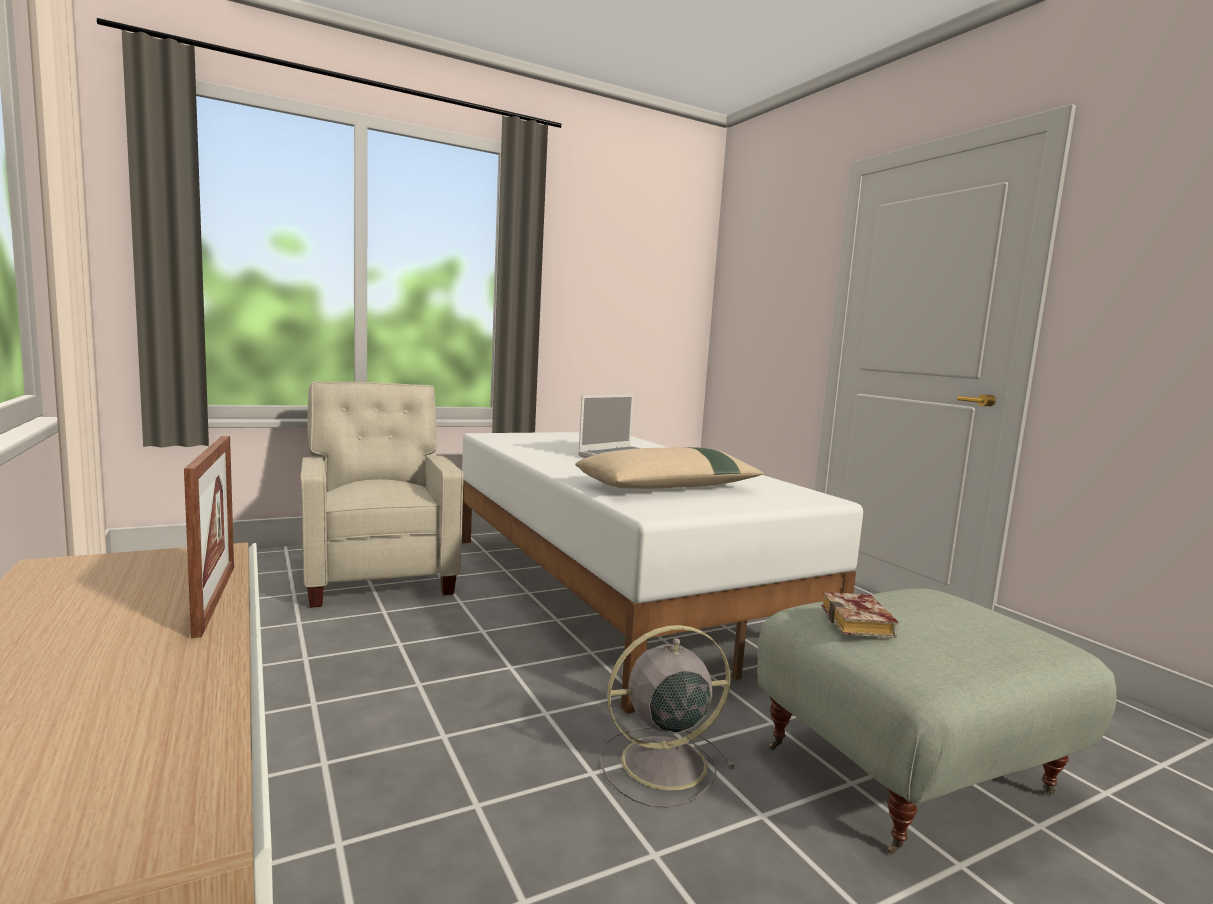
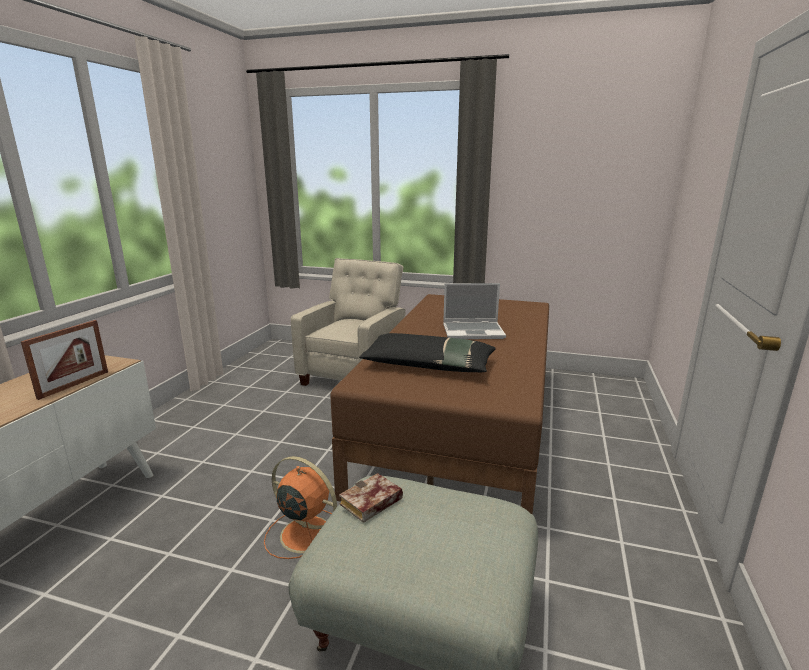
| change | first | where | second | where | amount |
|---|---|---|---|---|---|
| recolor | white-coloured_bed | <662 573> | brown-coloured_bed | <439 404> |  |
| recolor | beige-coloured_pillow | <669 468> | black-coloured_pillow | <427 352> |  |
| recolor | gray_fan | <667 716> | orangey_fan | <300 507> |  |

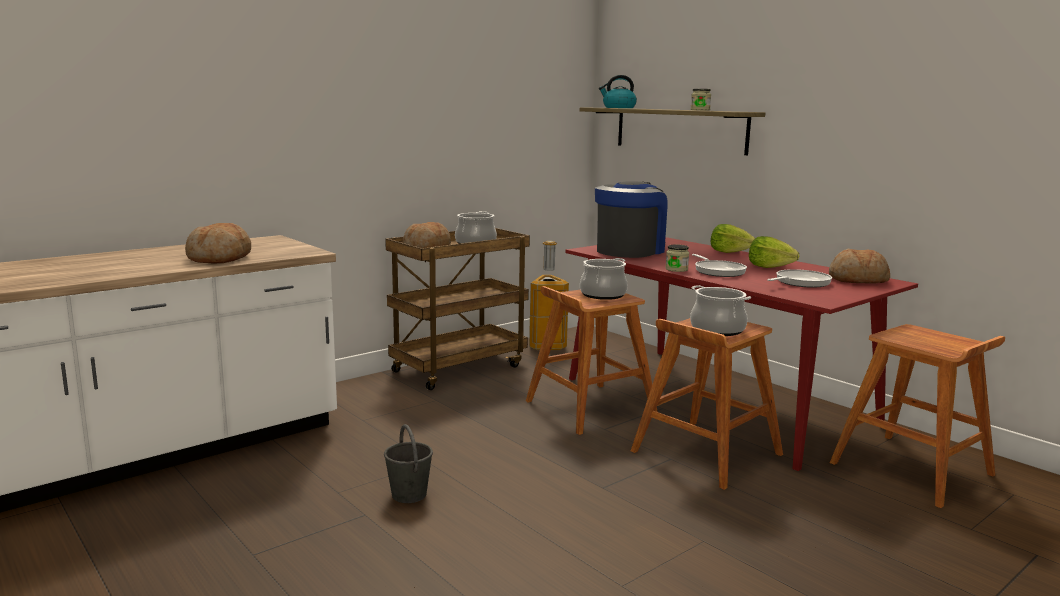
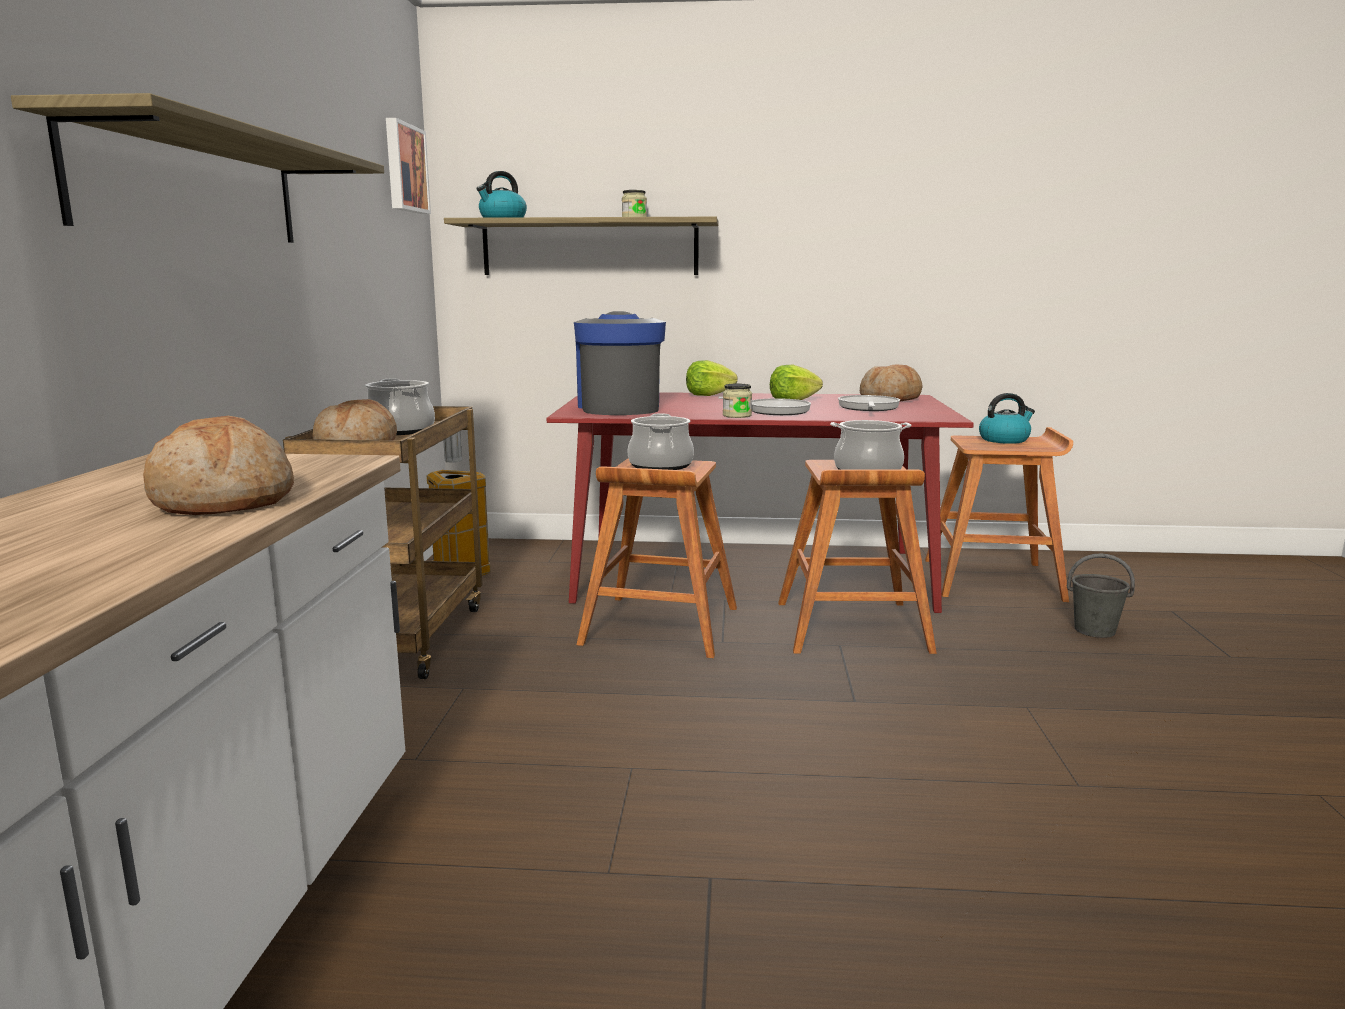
| change | first | where | second | where | amount |
|---|---|---|---|---|---|
| insert |  |  | wall_shelf | <197 168> |  |
| insert |  |  | wall_art | <408 166> |  |
| insert |  |  | kettle | <1007 418> |  |
| move | gray_water_bucket | <408 463> |  | <1101 595> |  |

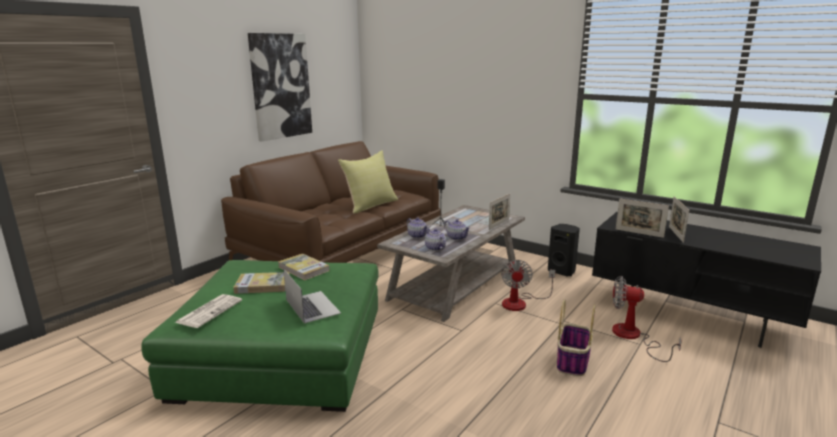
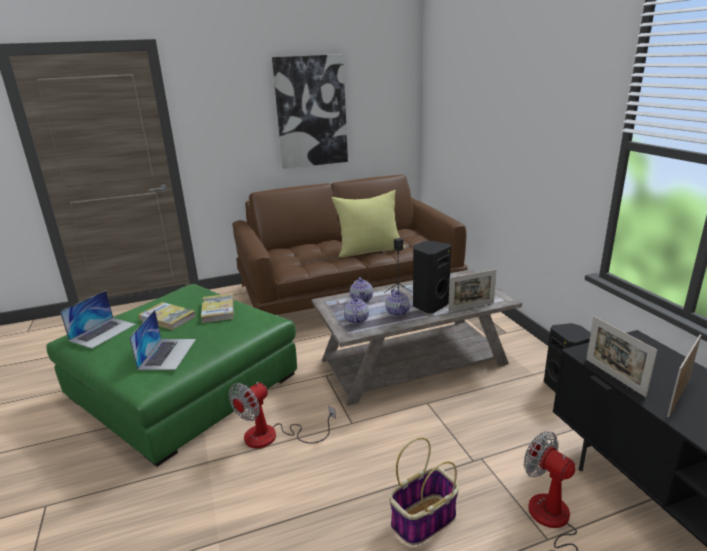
| change | first | where | second | where | amount |
|---|---|---|---|---|---|
| insert |  |  | black-coloured_audio_speaker | <432 277> |  |
| move | fan | <528 285> |  | <282 415> |  |
| replace | newspaper | <208 311> | notebook_computer | <98 319> |  |

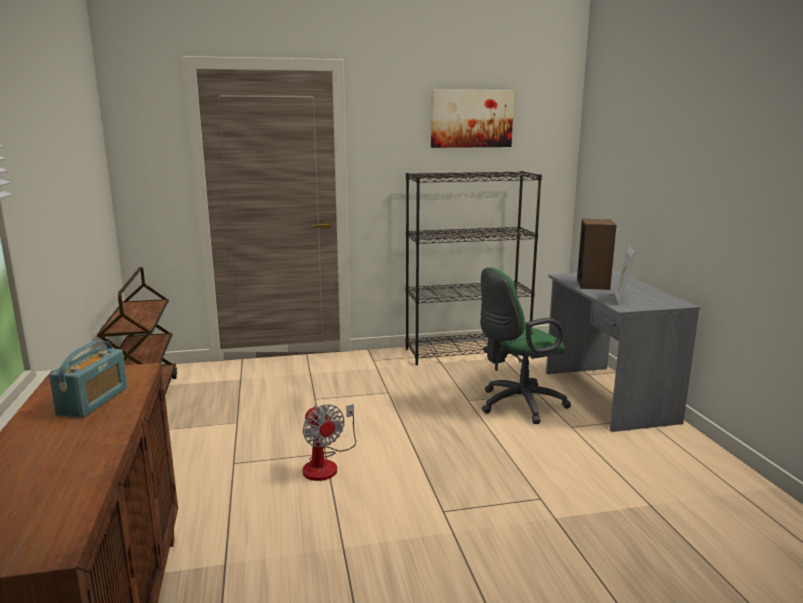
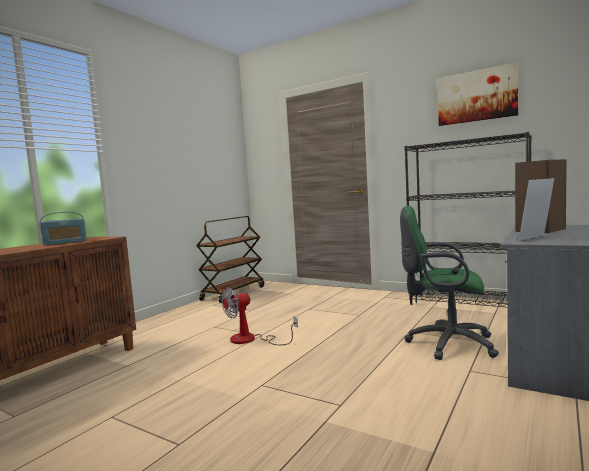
| change | first | where | second | where | amount |
|---|---|---|---|---|---|
| rotate | fan | <329 442> |  | <259 316> | 45 degrees clockwise |

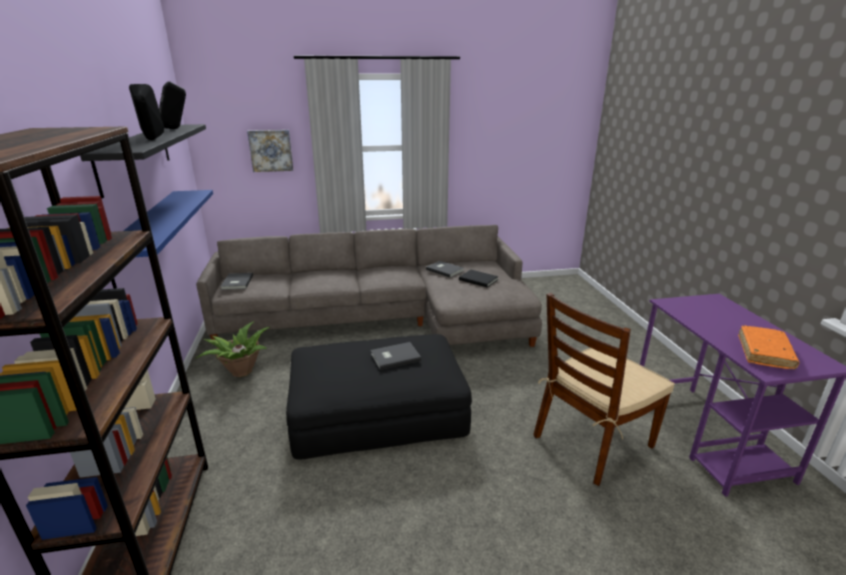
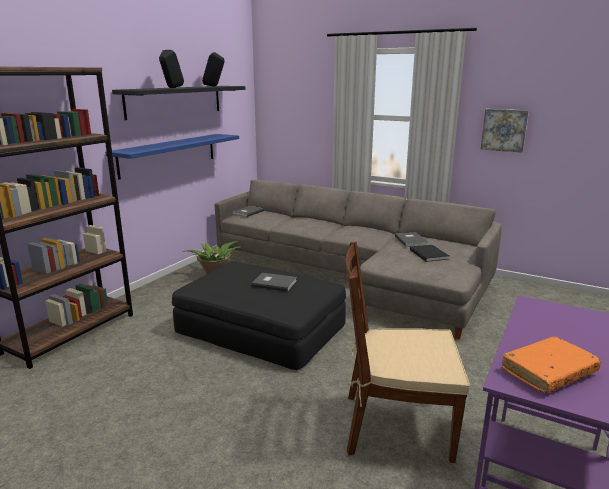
| change | first | where | second | where | amount |
|---|---|---|---|---|---|
| move | wall_art | <270 151> |  | <505 130> |  |

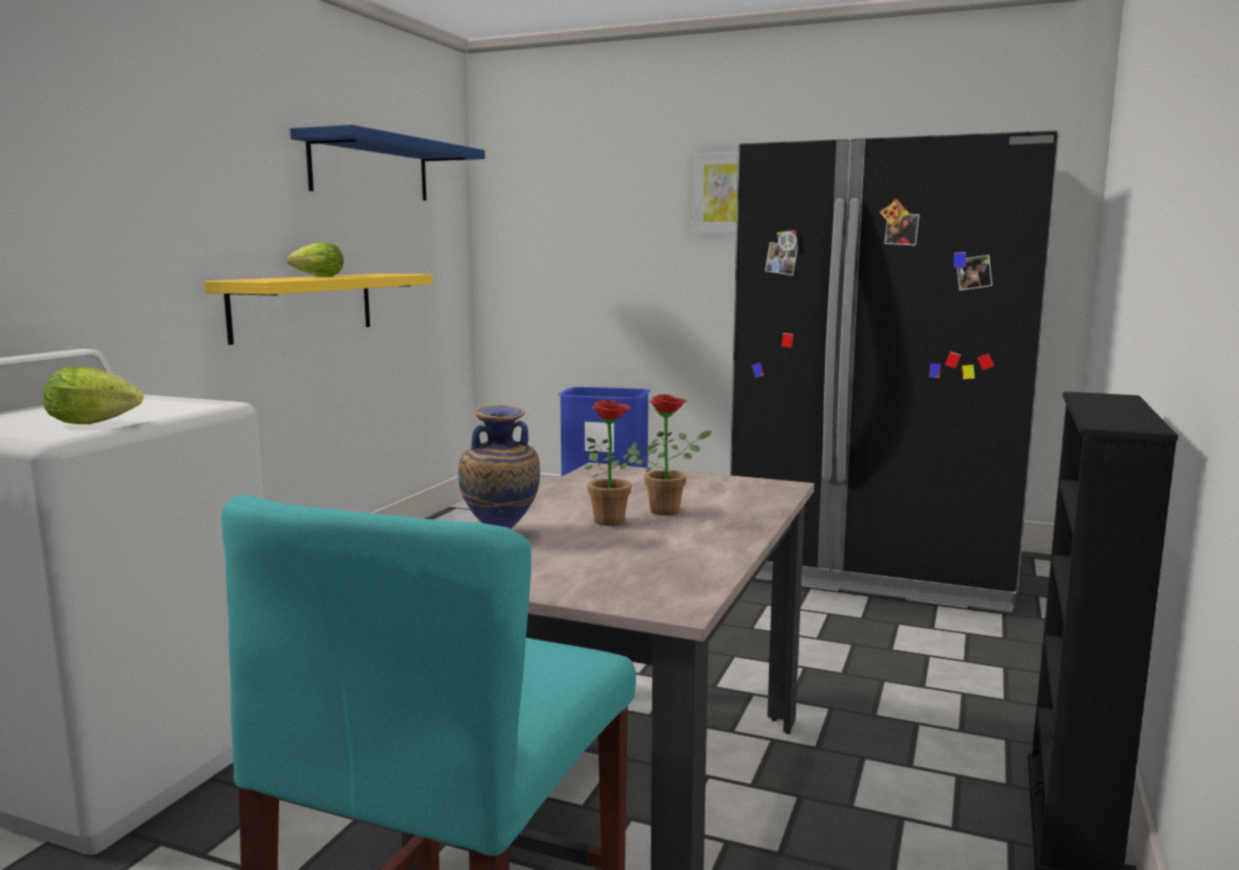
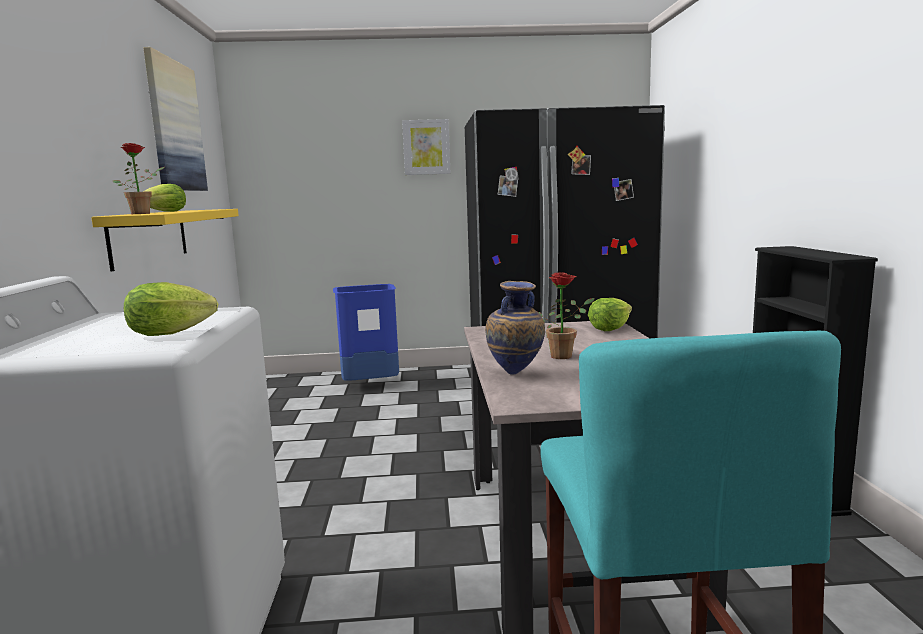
| change | first | where | second | where | amount |
|---|---|---|---|---|---|
| insert |  |  | head_of_lettuce | <610 314> |  |
| move | houseplant | <670 454> |  | <138 178> |  |
| replace | blue-coloured_wall_shelf | <387 163> | wall_art | <175 119> |  |

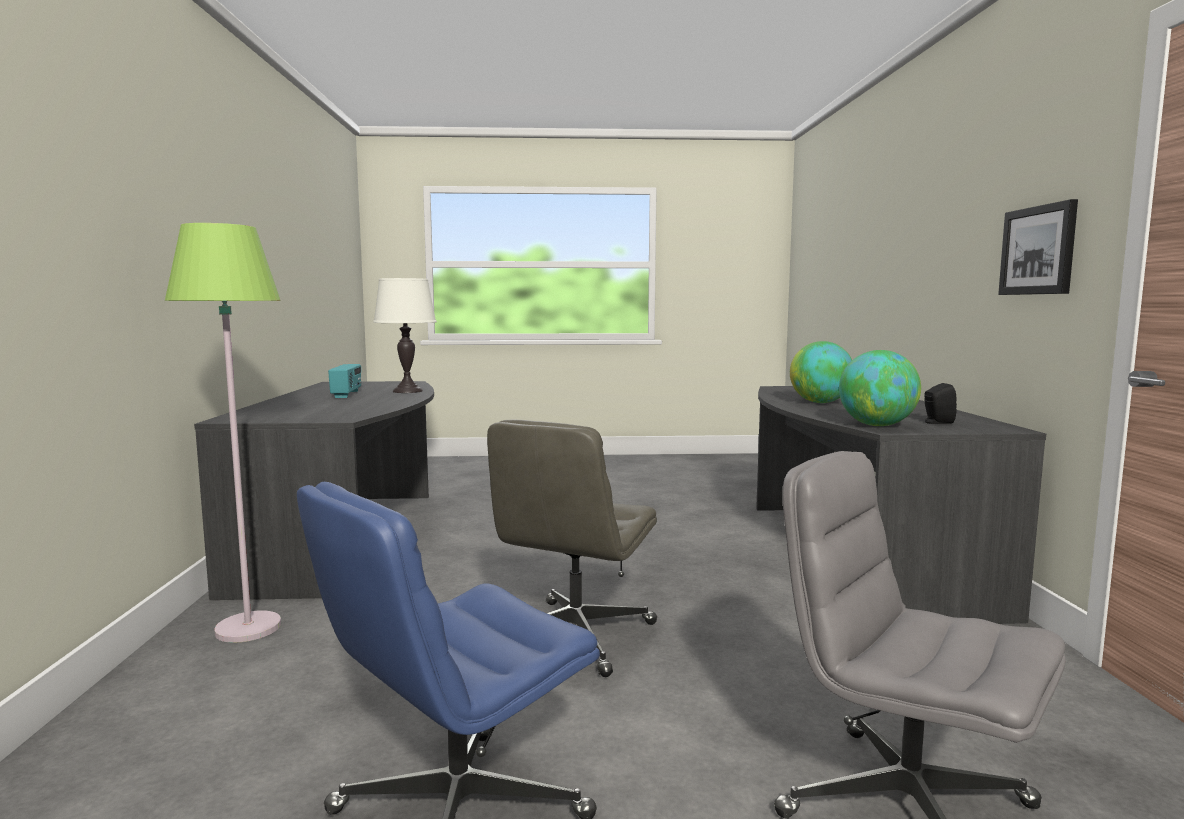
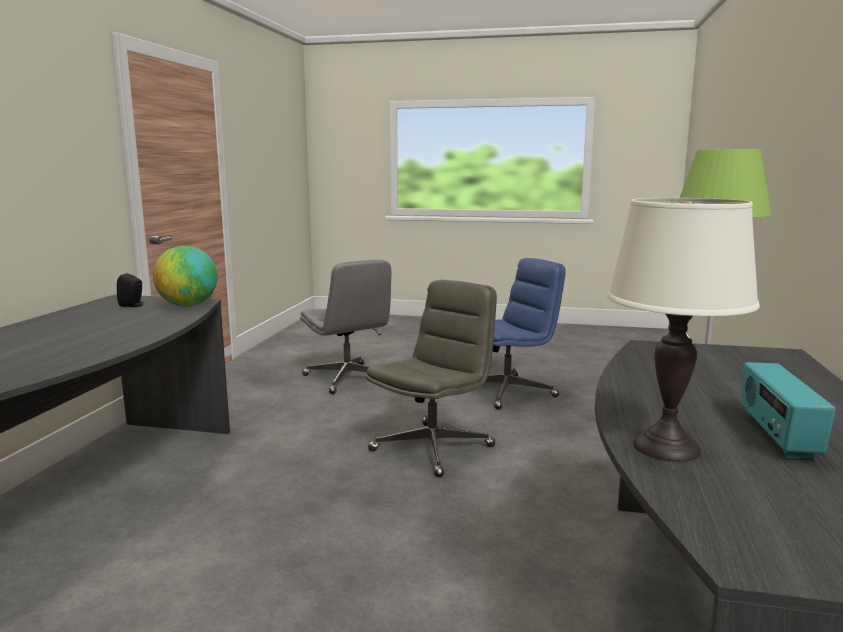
| change | first | where | second | where | amount |
|---|---|---|---|---|---|
| delete | globe | <821 372> |  |  |  |
| delete | wall_art | <1038 247> |  |  |  |

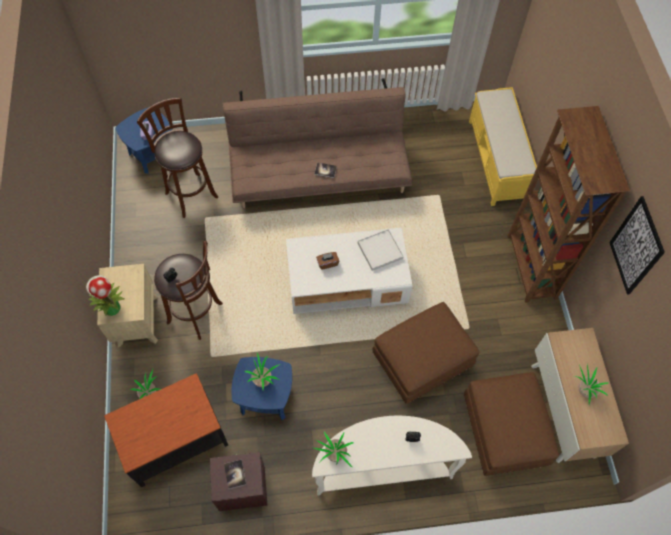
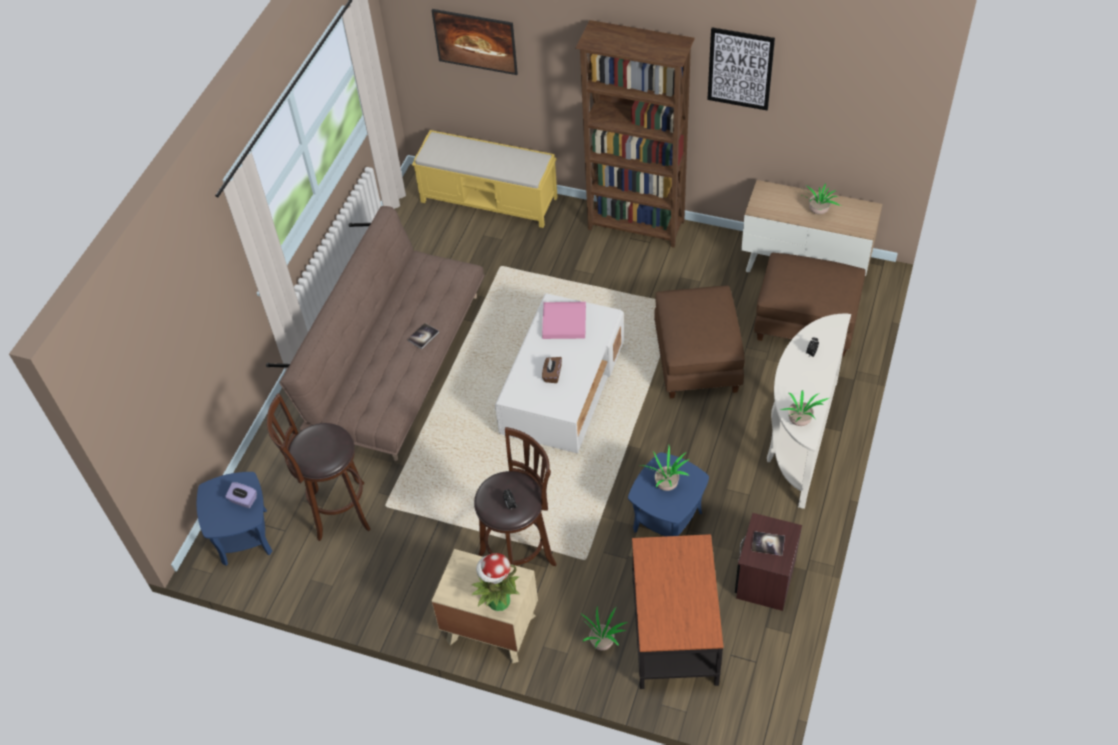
| change | first | where | second | where | amount |
|---|---|---|---|---|---|
| insert |  |  | wall_art | <474 42> |  |
| recolor | white-coloured_serving_tray | <381 250> | pink-coloured_serving_tray | <564 320> |  |

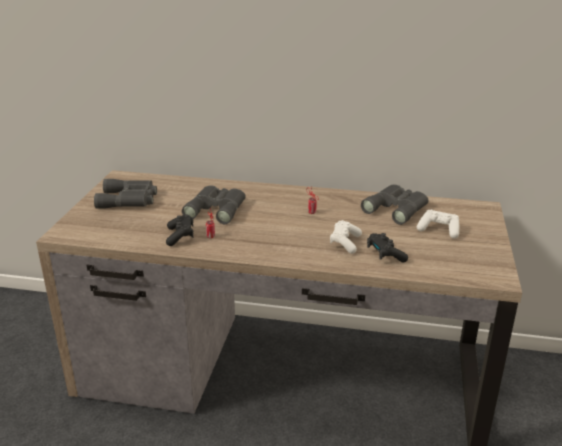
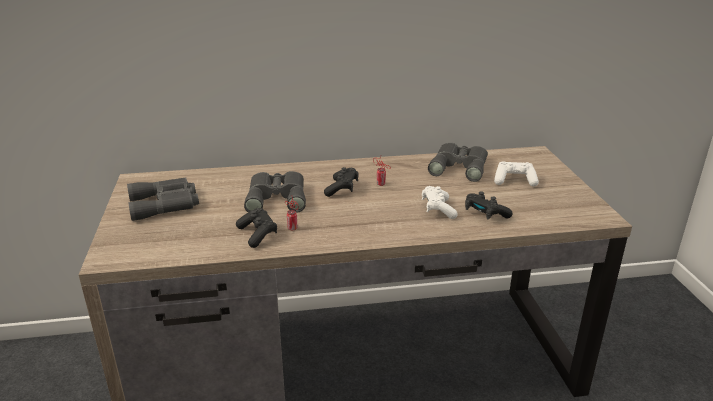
| change | first | where | second | where | amount |
|---|---|---|---|---|---|
| insert |  |  | black-coloured_gamepad | <341 182> |  |

